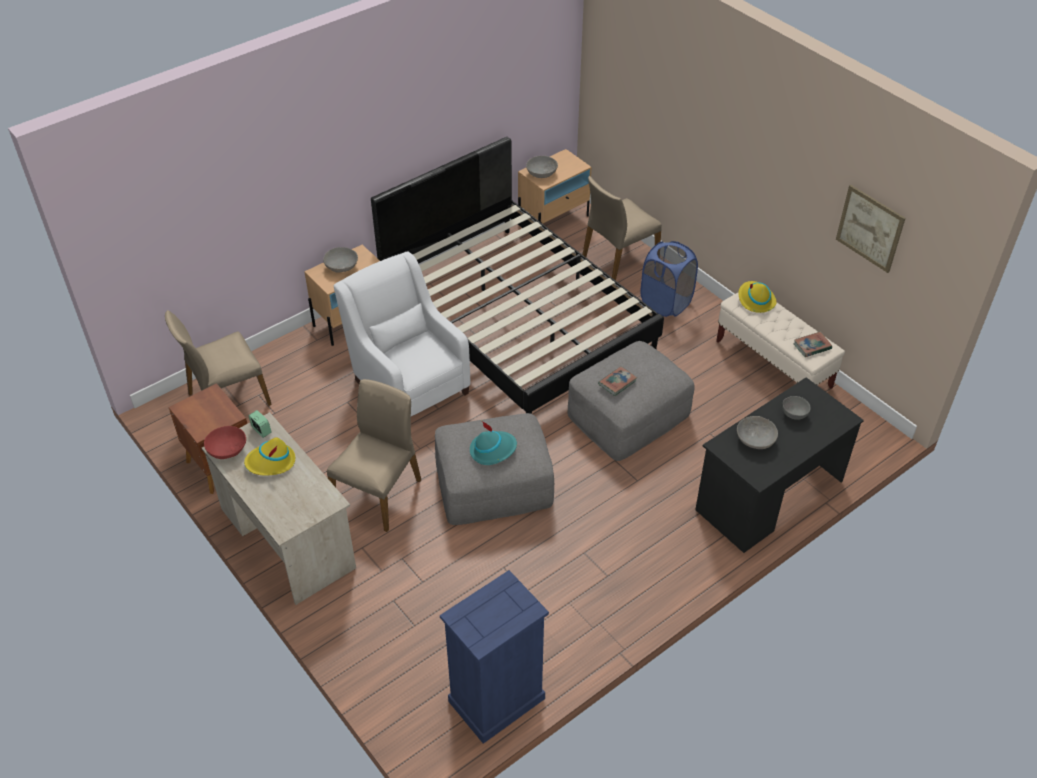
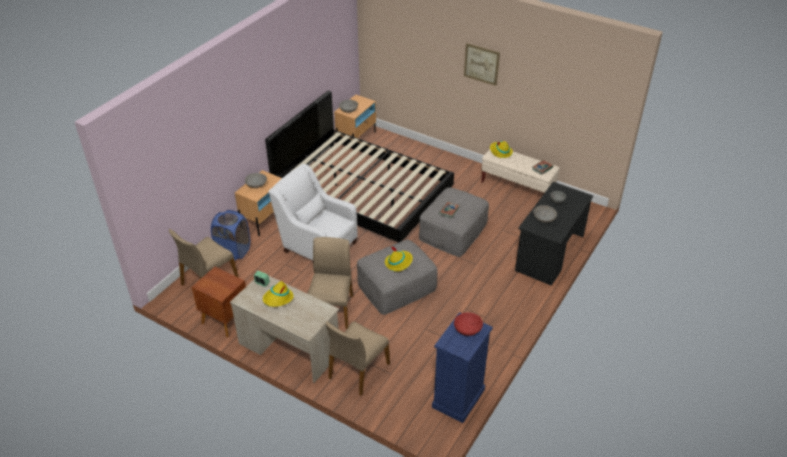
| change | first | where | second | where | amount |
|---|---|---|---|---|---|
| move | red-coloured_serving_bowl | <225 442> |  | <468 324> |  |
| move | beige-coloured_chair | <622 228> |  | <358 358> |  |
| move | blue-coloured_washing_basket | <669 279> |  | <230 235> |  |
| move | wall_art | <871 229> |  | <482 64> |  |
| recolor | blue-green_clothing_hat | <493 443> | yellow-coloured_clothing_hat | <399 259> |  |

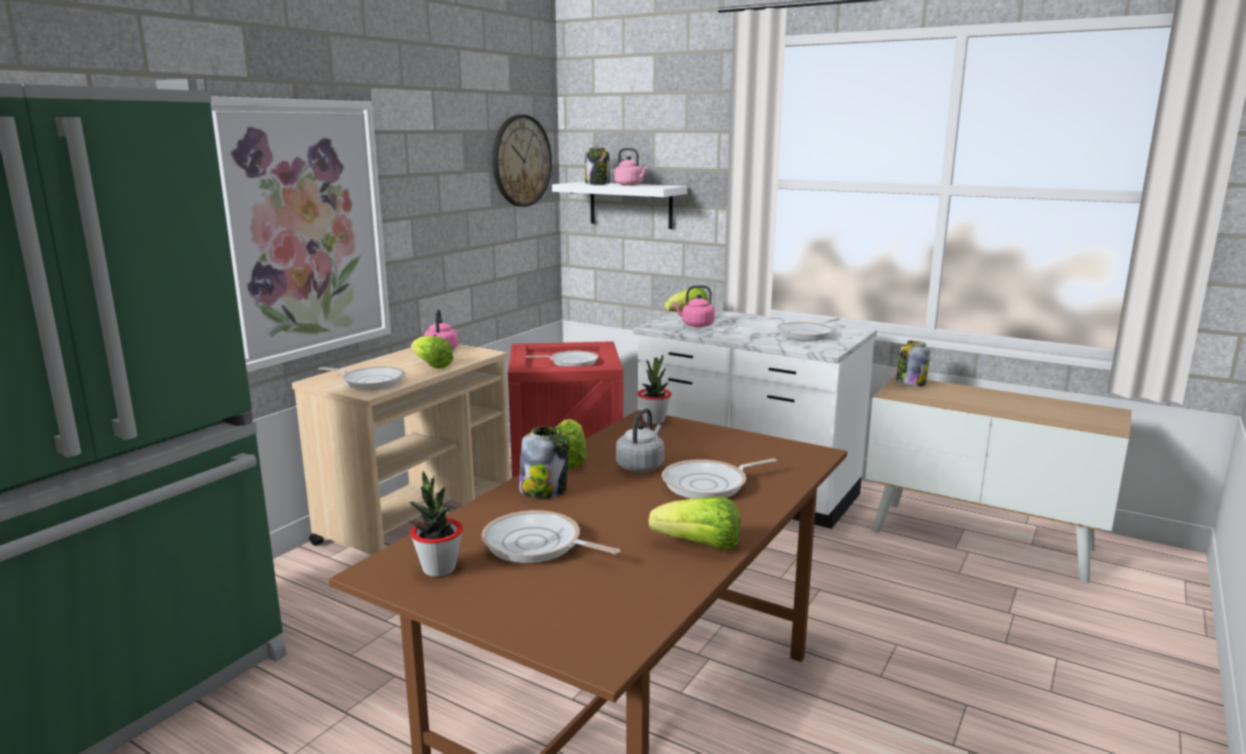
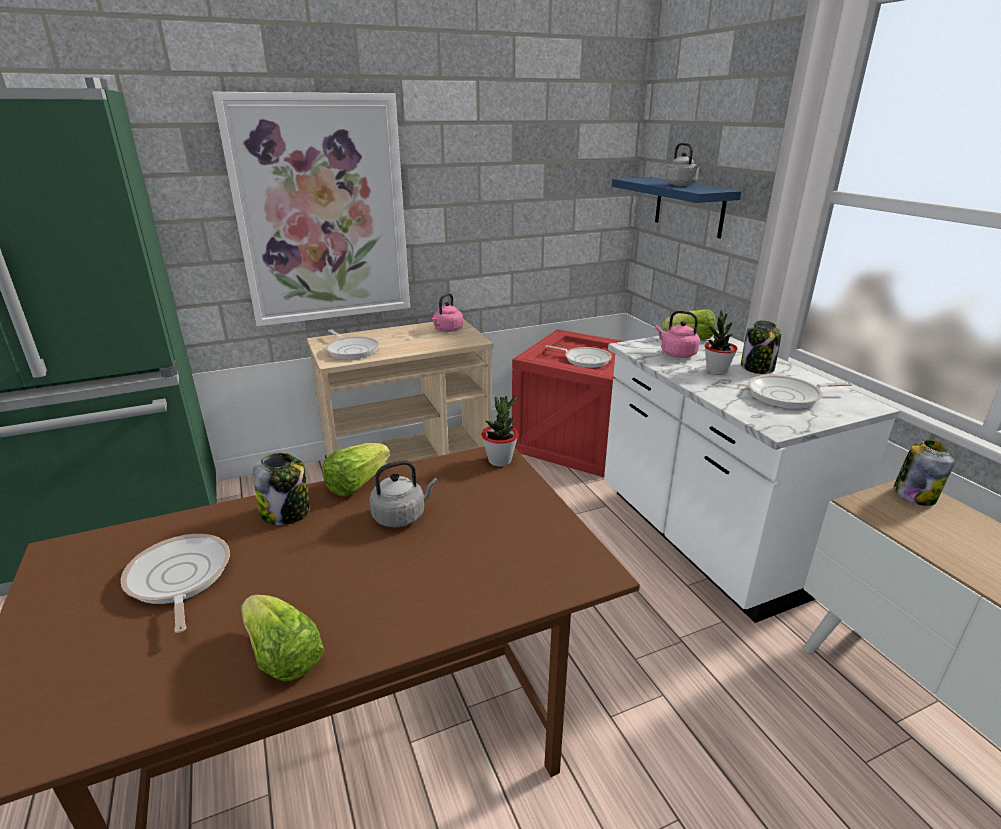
| change | first | where | second | where | amount |
|---|---|---|---|---|---|
| delete | head_of_lettuce | <432 352> |  |  |  |
| delete | clock_on_the_wall | <522 161> |  |  |  |
| delete | frying_pan | <719 478> |  |  |  |
| move | houseplant | <436 524> |  | <721 342> |  |
| move | jar | <597 166> |  | <761 347> |  |
| recolor | white-coloured_wall_shelf | <619 205> | blue-coloured_wall_shelf | <677 207> |  |
| recolor | pink-coloured_kettle | <631 167> | gray_kettle | <682 164> |  |

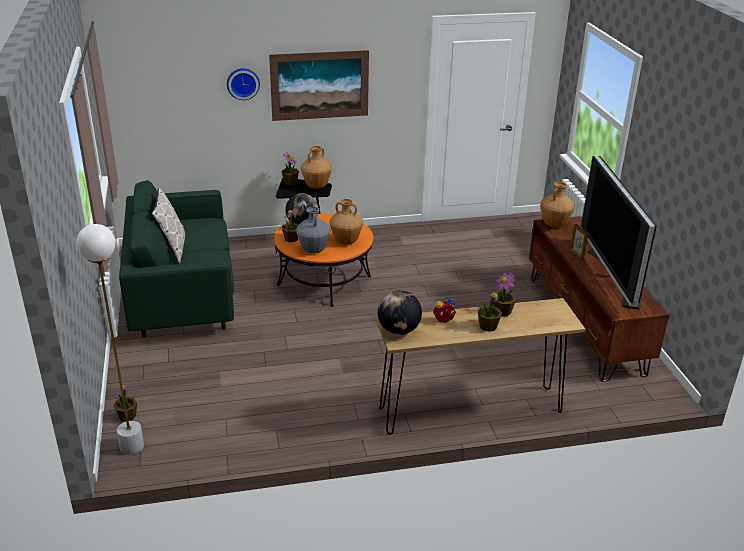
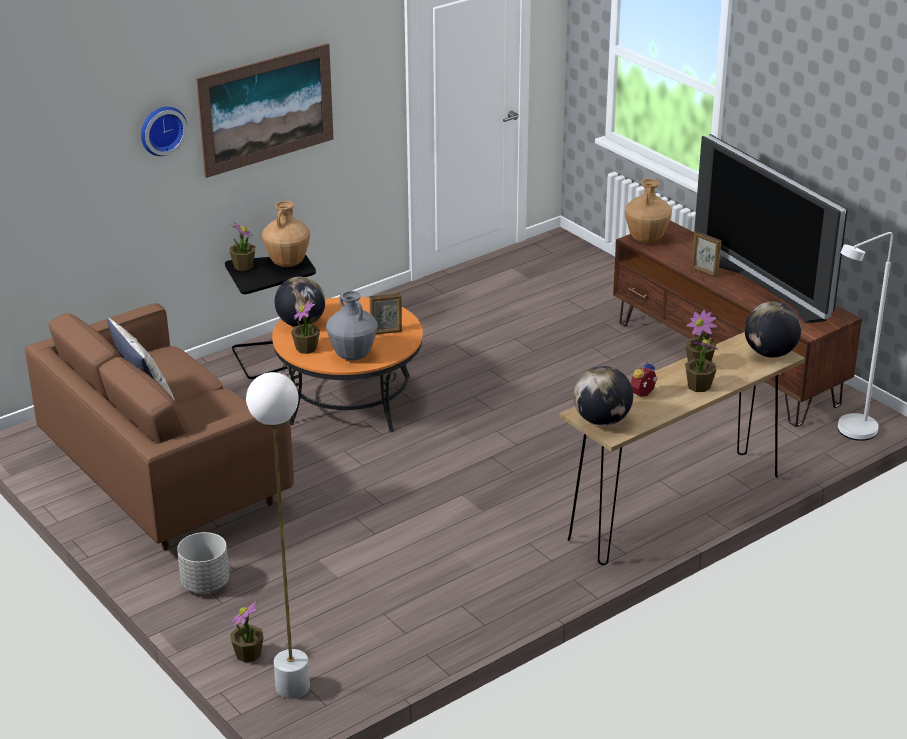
| change | first | where | second | where | amount |
|---|---|---|---|---|---|
| insert |  |  | gray_plant_pot | <203 562> |  |
| insert |  |  | globe | <773 330> |  |
| insert |  |  | white-coloured_standard_lamp | <865 336> |  |
| replace | brown-coloured_flower_vase | <346 222> | picture_frame | <386 313> |  |
| recolor | green-coloured_sofa | <176 259> | brown-coloured_sofa | <159 426> |  |

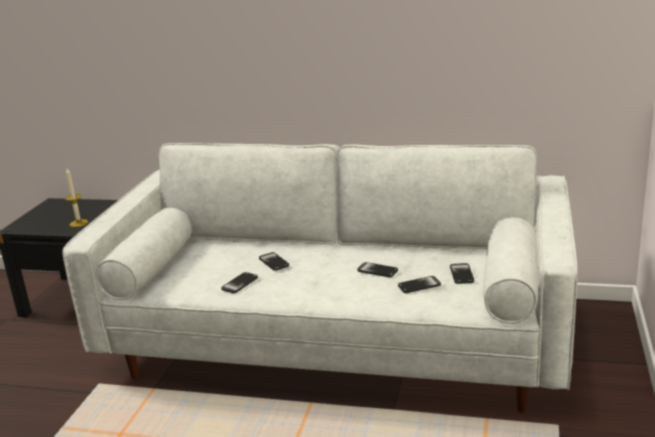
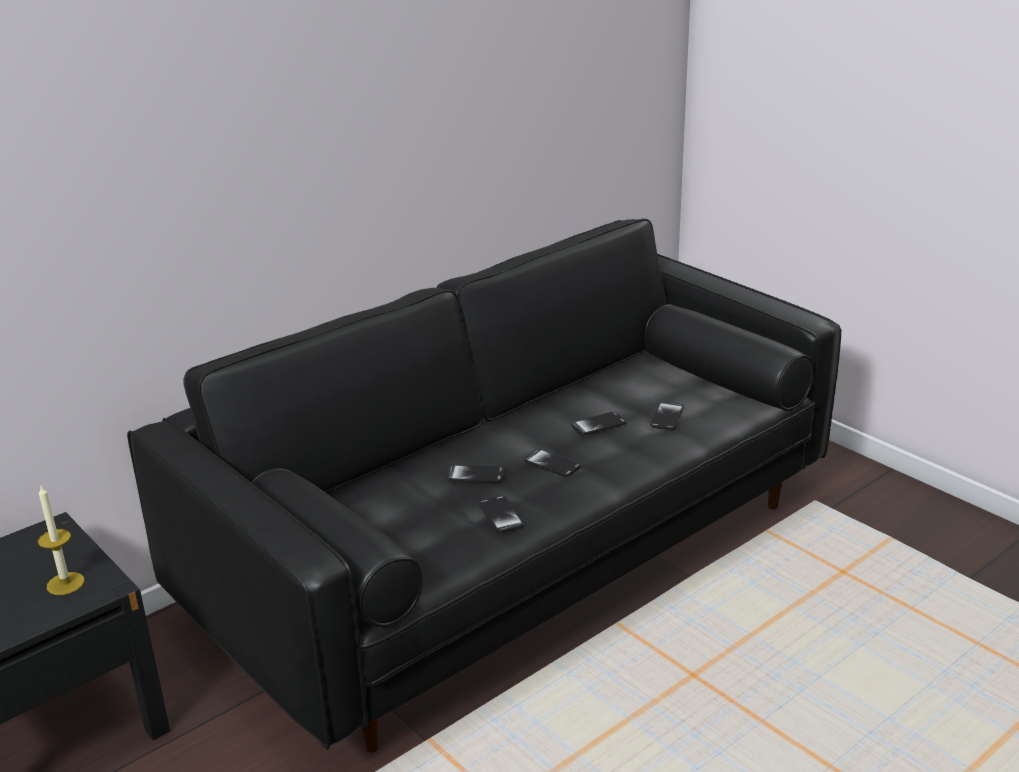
| change | first | where | second | where | amount |
|---|---|---|---|---|---|
| move | telephone | <462 273> |  | <552 463> |  |
| recolor | white-coloured_sofa | <319 278> | black-coloured_sofa | <484 485> |  |

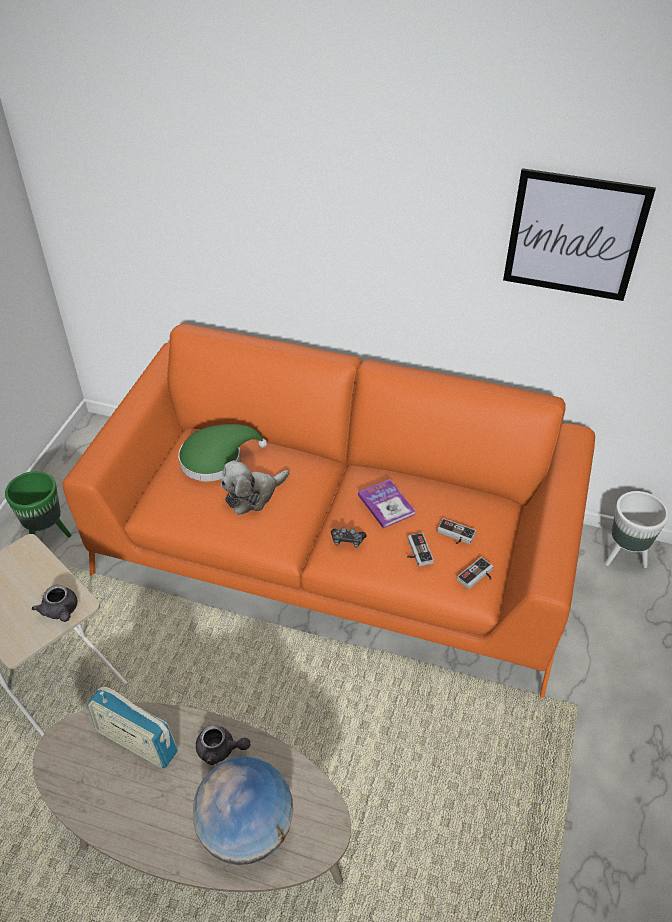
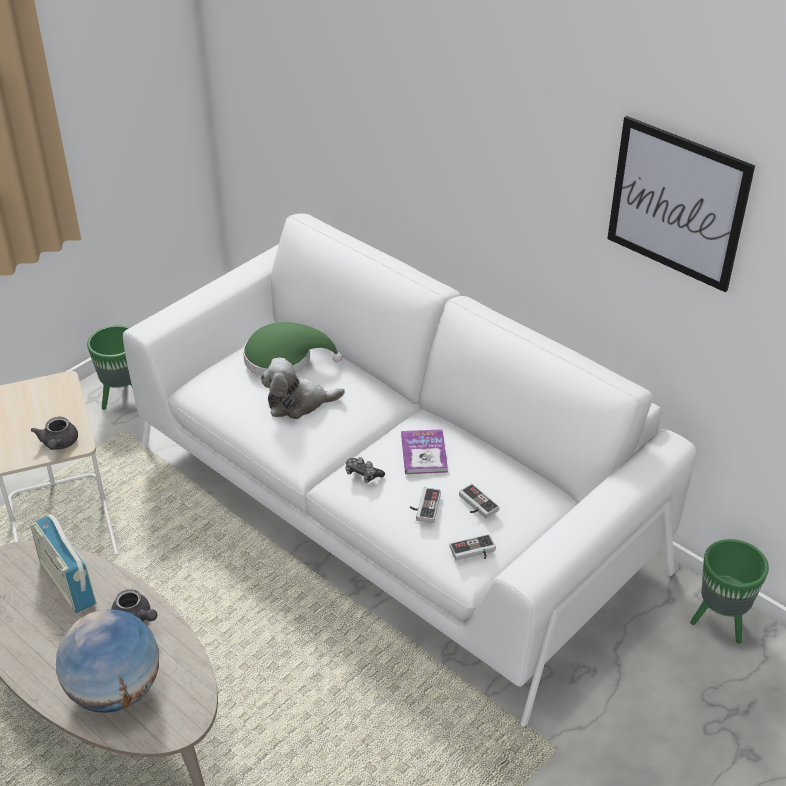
| change | first | where | second | where | amount |
|---|---|---|---|---|---|
| recolor | orangey_sofa | <329 511> | white-coloured_sofa | <410 469> |  |
| recolor | white-coloured_plant_pot | <637 529> | green-coloured_plant_pot | <729 591> |  |

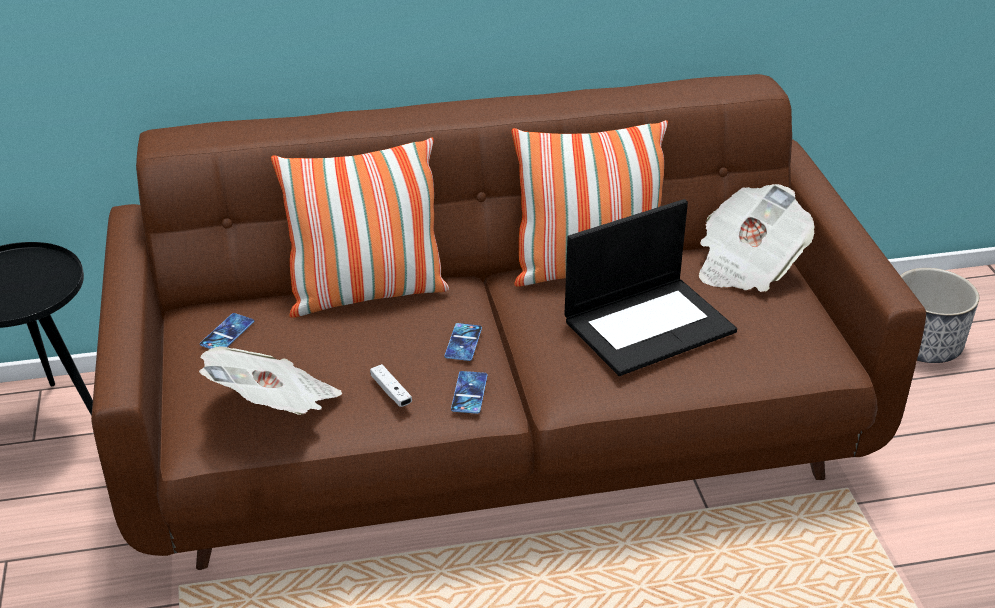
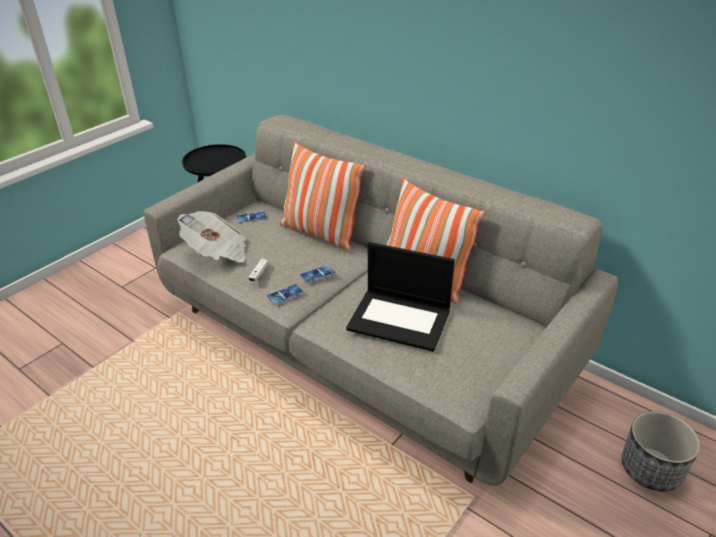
| change | first | where | second | where | amount |
|---|---|---|---|---|---|
| delete | newspaper | <757 238> |  |  |  |
| recolor | brown-coloured_sofa | <508 322> | gray_sofa | <381 300> |  |

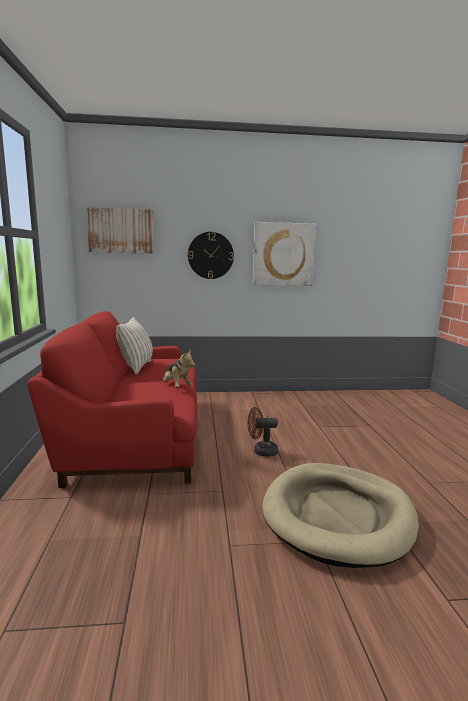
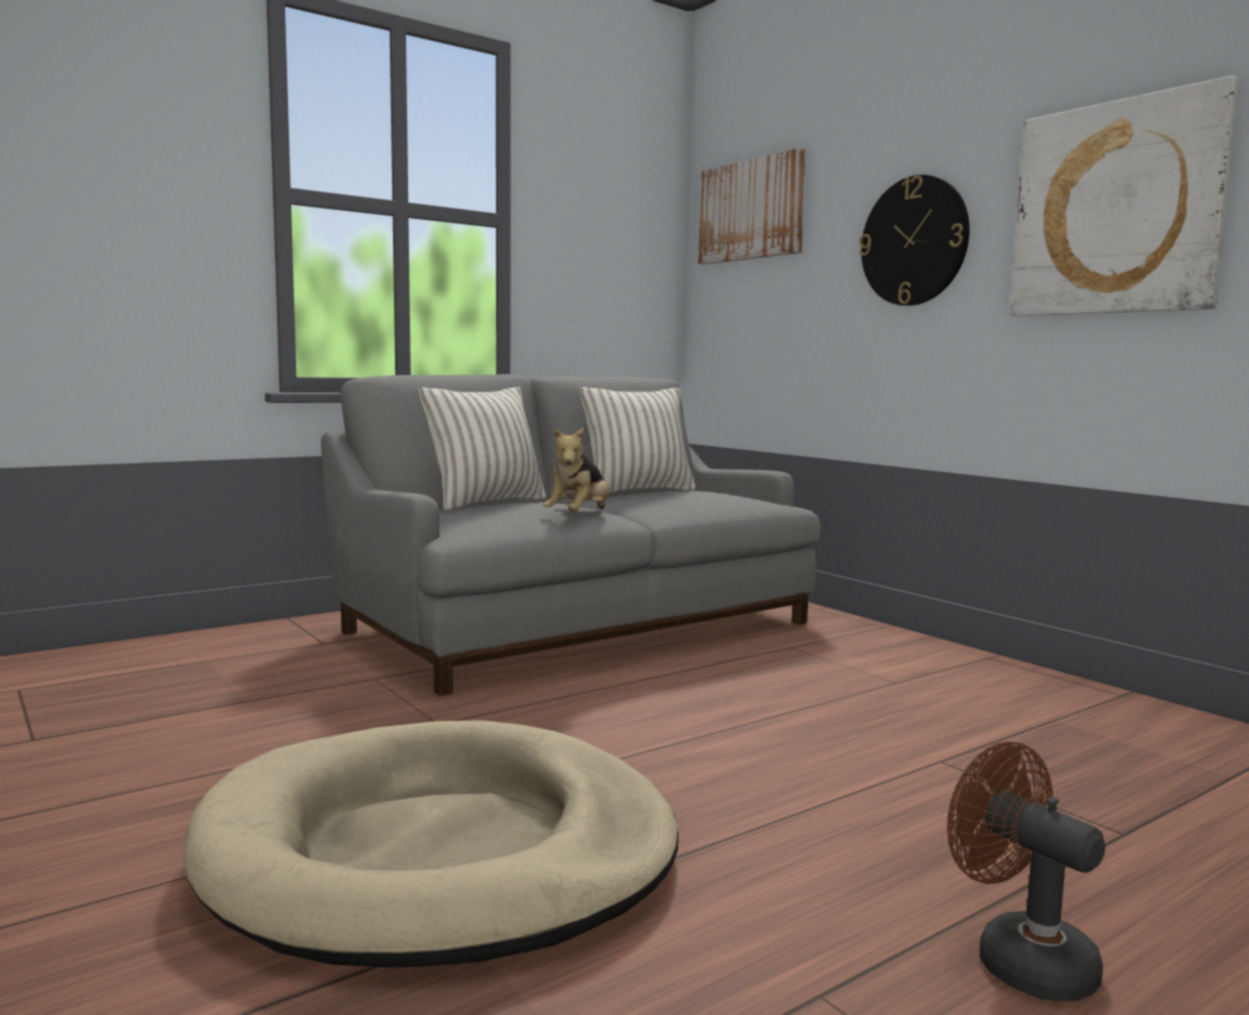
| change | first | where | second | where | amount |
|---|---|---|---|---|---|
| insert |  |  | pillow | <482 449> |  |
| move | brown-coloured_fan | <262 432> |  | <1026 871> |  |
| recolor | red-coloured_sofa | <112 399> | gray_sofa | <571 535> |  |

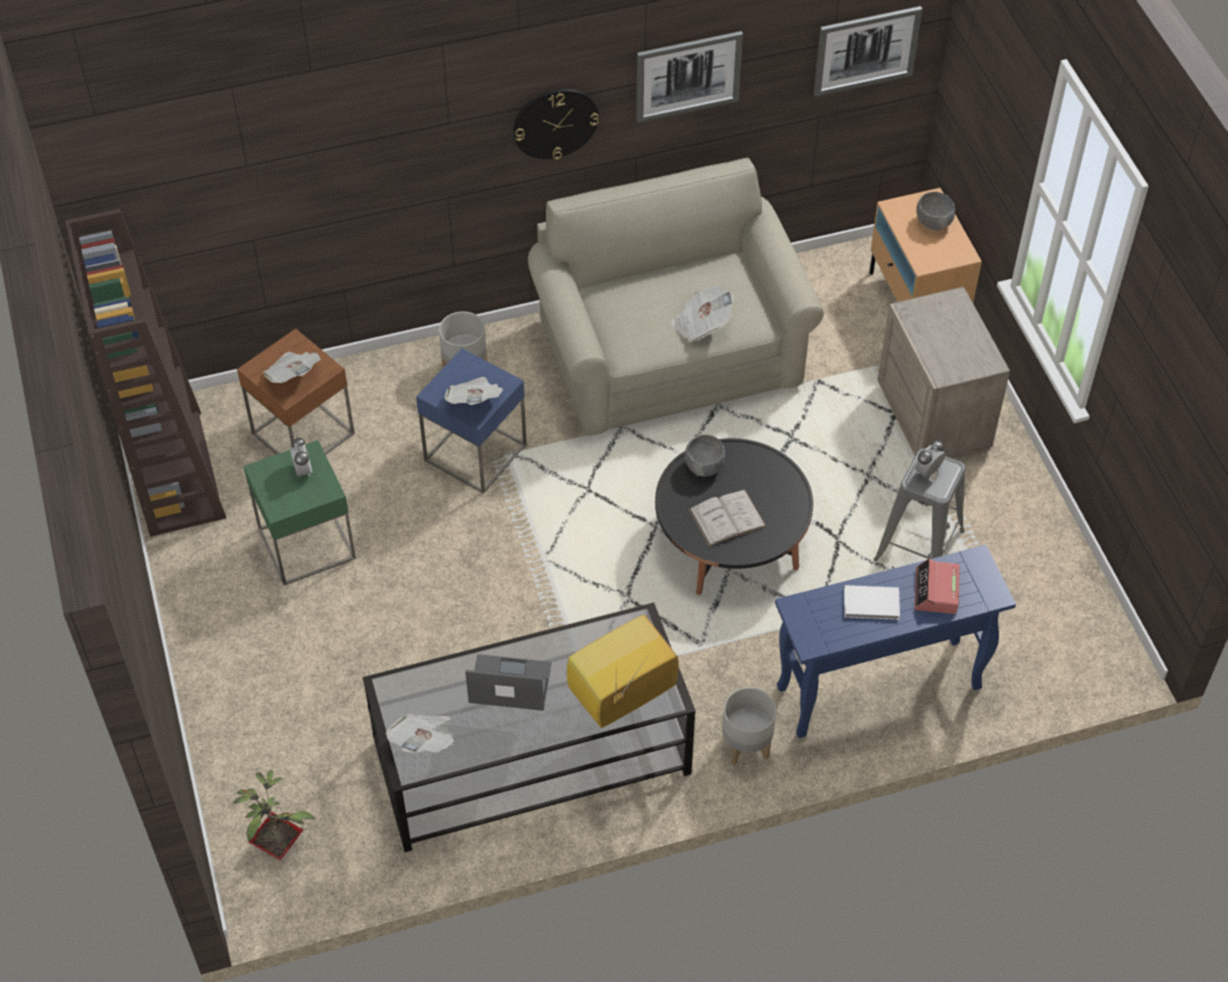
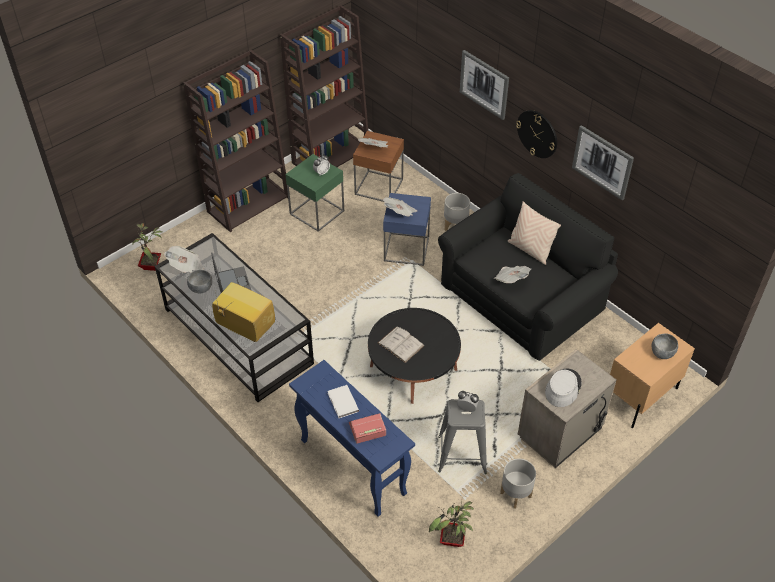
| change | first | where | second | where | amount |
|---|---|---|---|---|---|
| insert |  |  | brown-coloured_shelving_unit | <235 141> |  |
| insert |  |  | houseplant | <451 523> |  |
| insert |  |  | beige-coloured_pillow | <534 233> |  |
| insert |  |  | gray_clothing_hat | <563 387> |  |
| move | gray_serving_bowl | <705 455> |  | <199 281> |  |
| move | gray_plant_pot | <749 726> |  | <518 483> |  |
| move | wall_art | <868 51> |  | <484 85> |  |
| recolor | beige-coloured_sofa | <676 297> | black-coloured_sofa | <528 267> |  |

